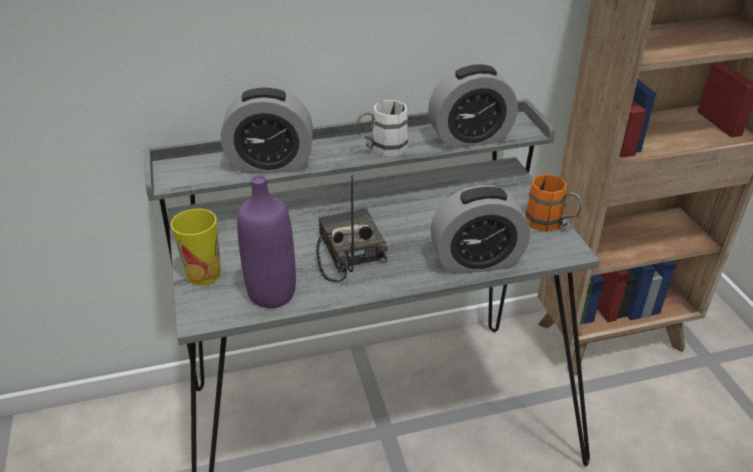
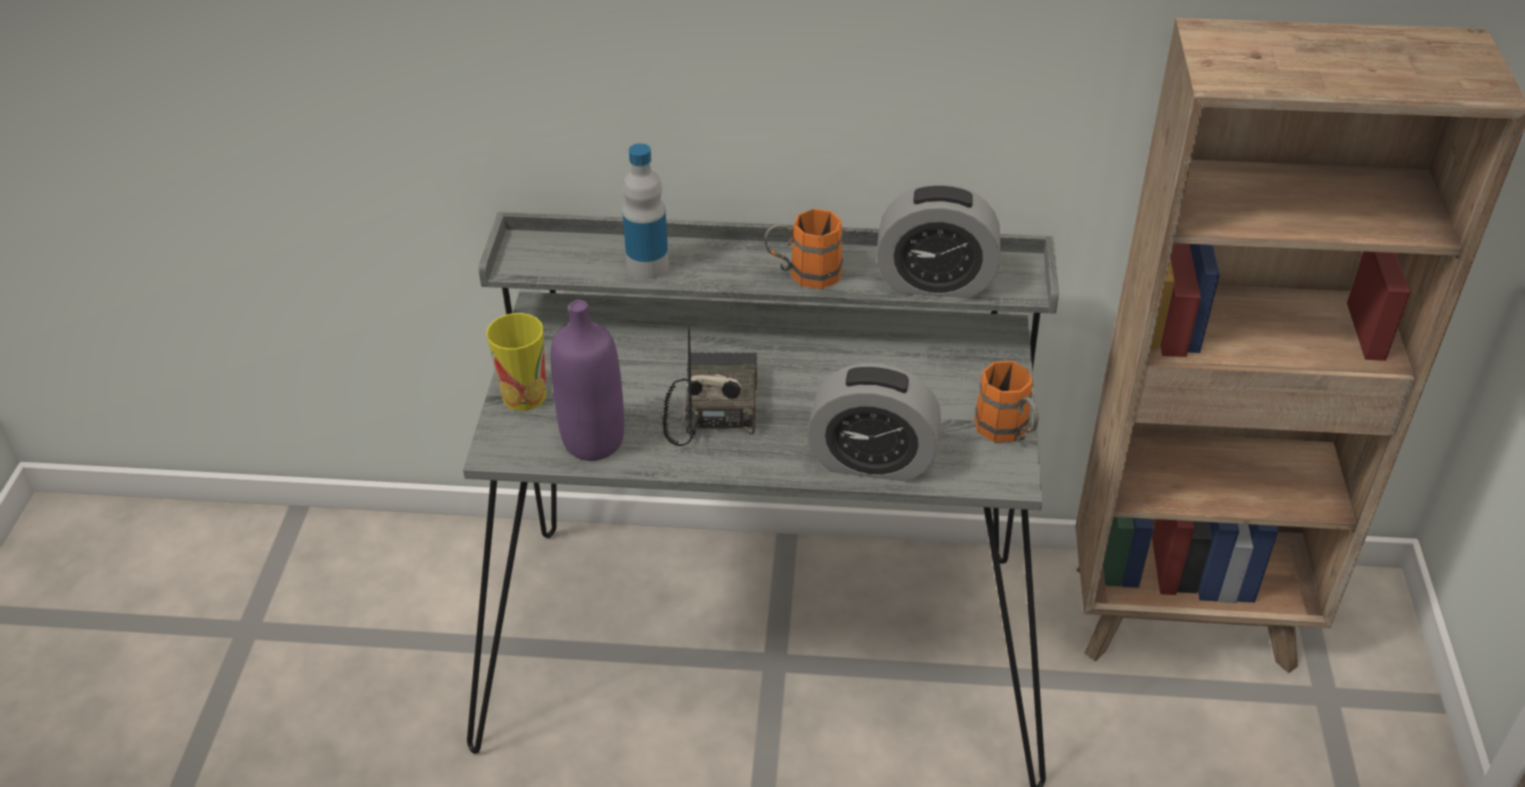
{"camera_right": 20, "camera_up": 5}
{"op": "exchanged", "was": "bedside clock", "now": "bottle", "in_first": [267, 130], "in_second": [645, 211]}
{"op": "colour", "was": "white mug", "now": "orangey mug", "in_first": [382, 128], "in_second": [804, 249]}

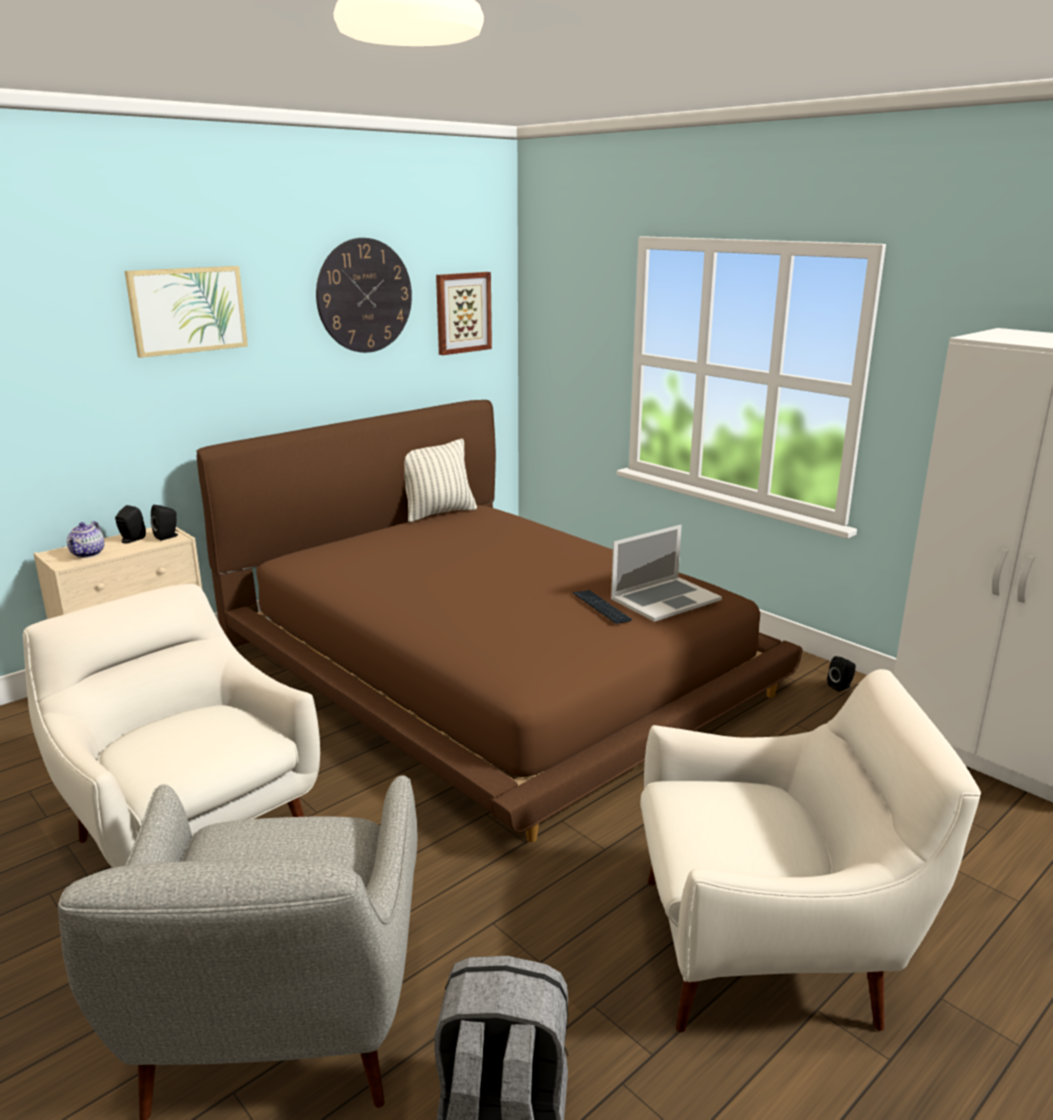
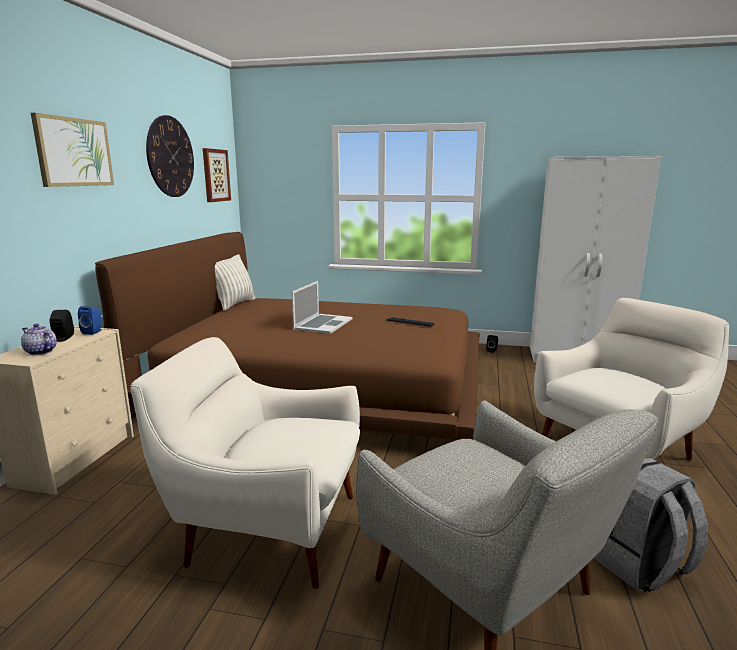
{"camera_right": -35, "camera_up": -5}
{"op": "colour", "was": "black-coloured loudspeaker", "now": "bluish loudspeaker", "in_first": [164, 523], "in_second": [90, 320]}
{"op": "spun", "was": "pot for tea", "in_first": [86, 539], "in_second": [39, 339], "clockwise": 150}
{"op": "relocated", "was": "portable computer", "in_first": [666, 573], "in_second": [322, 307]}

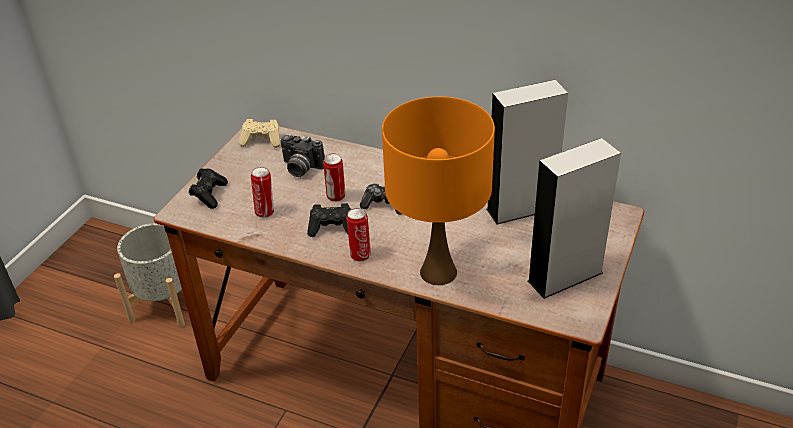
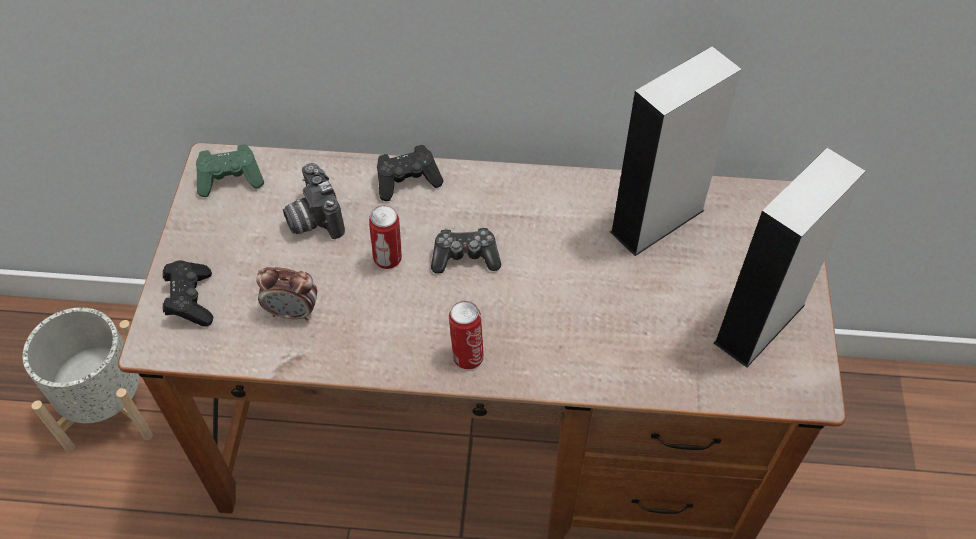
{"camera_right": -20, "camera_up": 15}
{"op": "missing", "was": "orangey tabletop lamp", "in_first": [438, 191]}
{"op": "colour", "was": "beige-coloured joypad", "now": "green joypad", "in_first": [259, 133], "in_second": [230, 170]}
{"op": "spun", "was": "photo camera", "in_first": [302, 155], "in_second": [314, 201], "clockwise": 60}
{"op": "exchanged", "was": "metal can", "now": "bedside clock", "in_first": [262, 192], "in_second": [286, 294]}
{"op": "relocated", "was": "black-coloured joypad", "in_first": [329, 220], "in_second": [410, 173]}

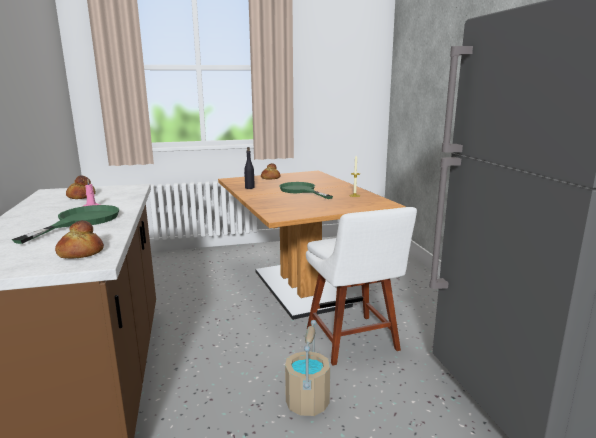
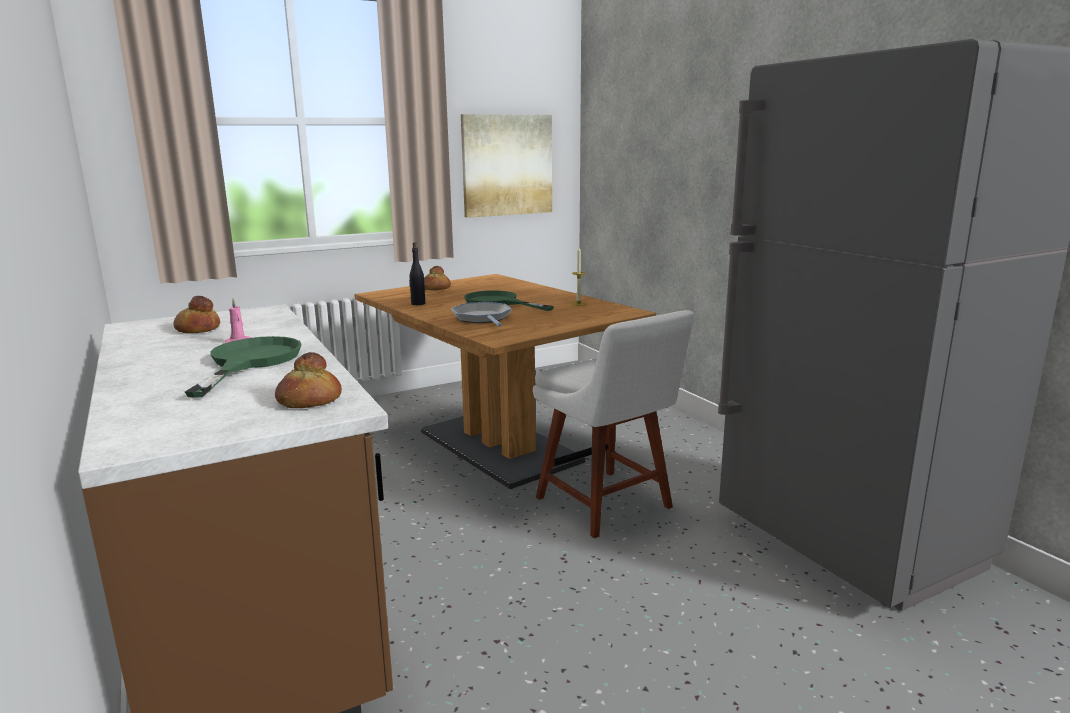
{"camera_right": -15, "camera_up": 0}
{"op": "missing", "was": "beige-coloured water bucket", "in_first": [307, 368]}
{"op": "appeared", "now": "wall art", "in_second": [506, 166]}
{"op": "appeared", "now": "skillet", "in_second": [481, 314]}

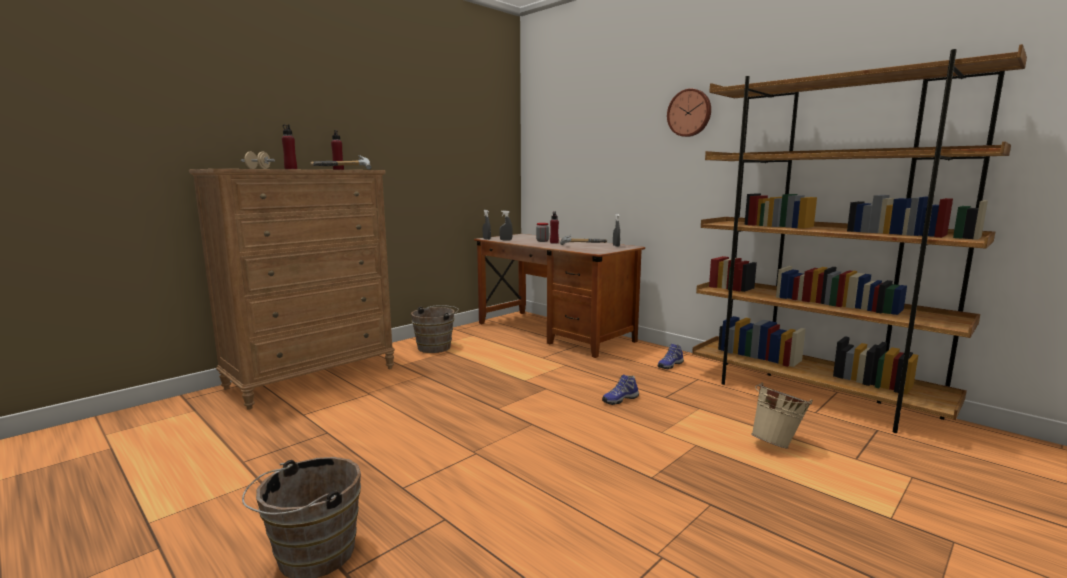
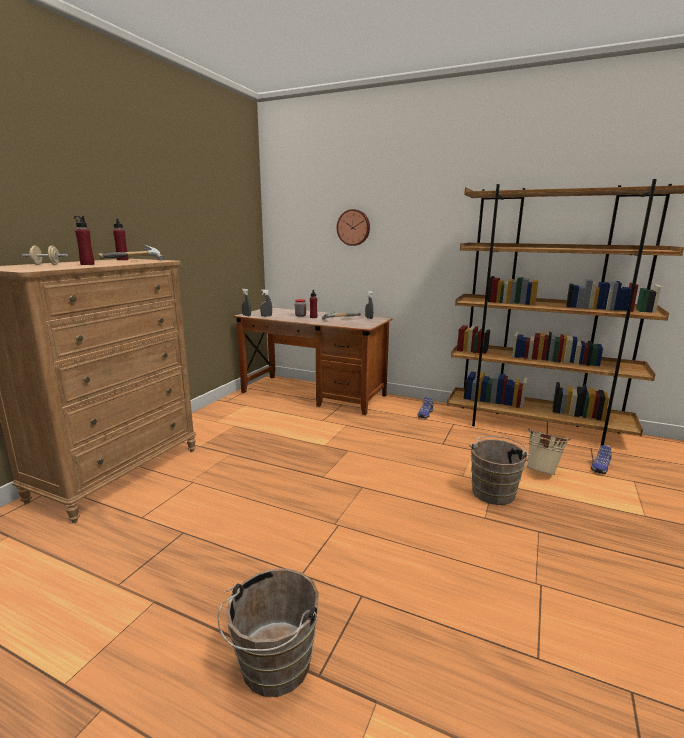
{"camera_right": -20, "camera_up": 5}
{"op": "relocated", "was": "hanging clock", "in_first": [689, 113], "in_second": [353, 227]}
{"op": "relocated", "was": "brown water bucket", "in_first": [435, 329], "in_second": [500, 470]}
{"op": "relocated", "was": "shoe", "in_first": [620, 389], "in_second": [601, 459]}

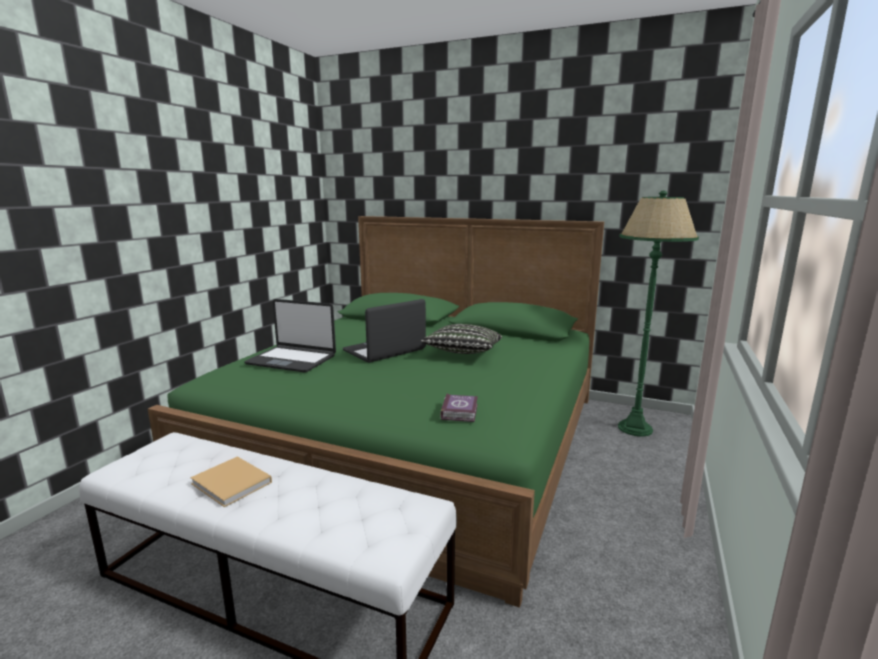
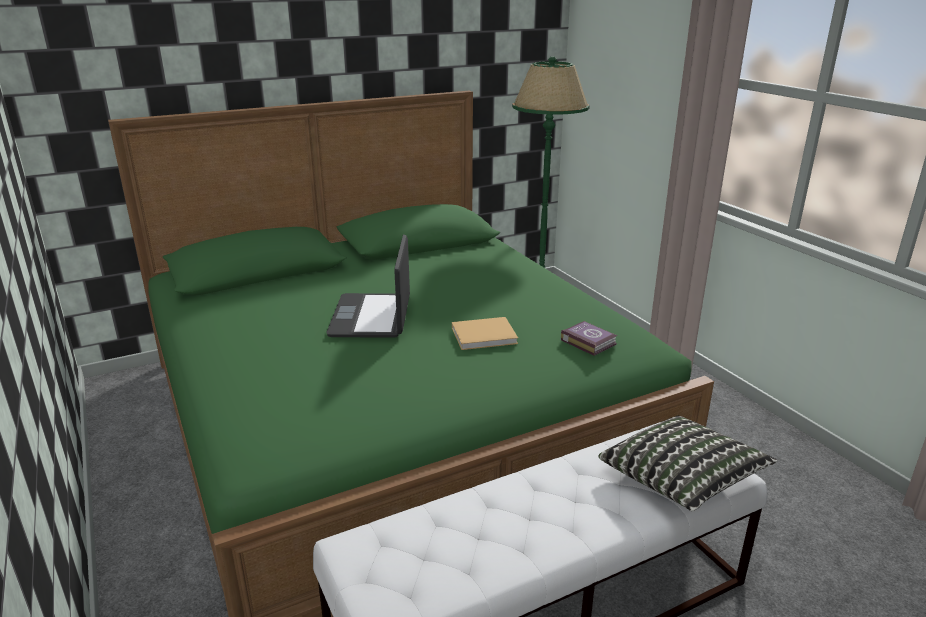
{"camera_right": -50, "camera_up": 10}
{"op": "missing", "was": "portable computer", "in_first": [290, 335]}
{"op": "relocated", "was": "pillow", "in_first": [461, 339], "in_second": [688, 463]}
{"op": "relocated", "was": "beige-coloured book", "in_first": [231, 481], "in_second": [485, 333]}

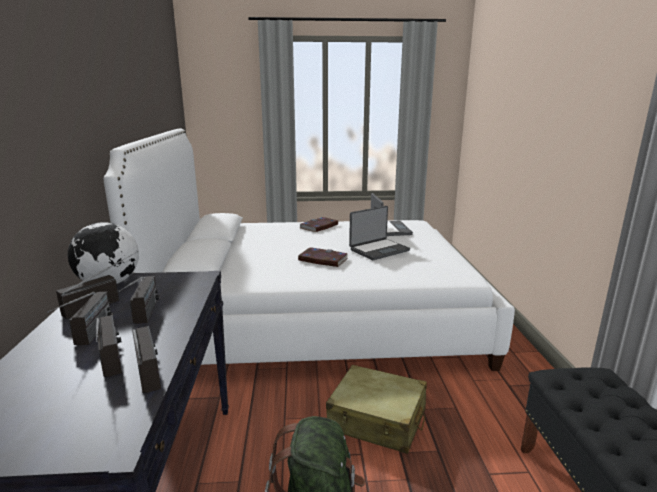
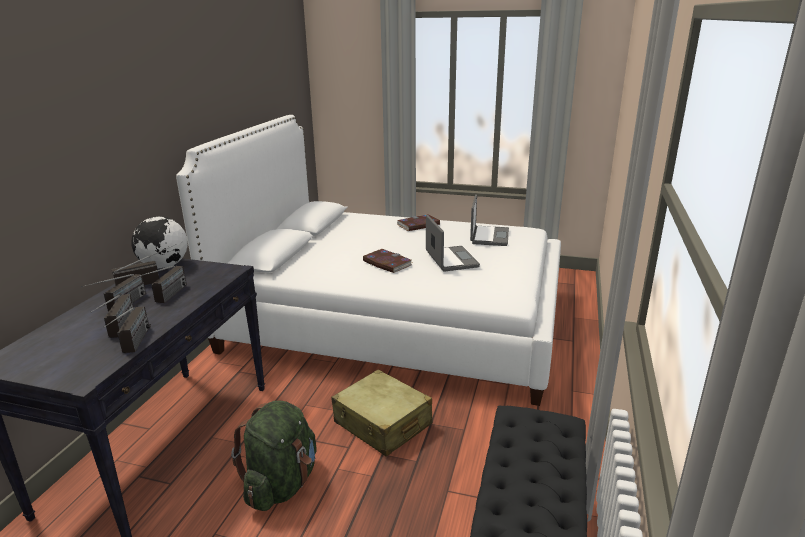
{"camera_right": 20, "camera_up": 5}
{"op": "spun", "was": "portable computer", "in_first": [379, 233], "in_second": [453, 243], "clockwise": -90}

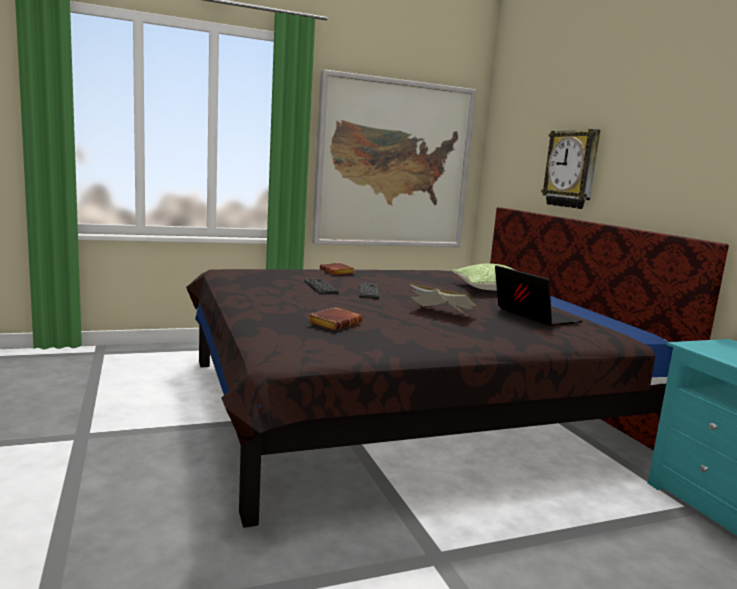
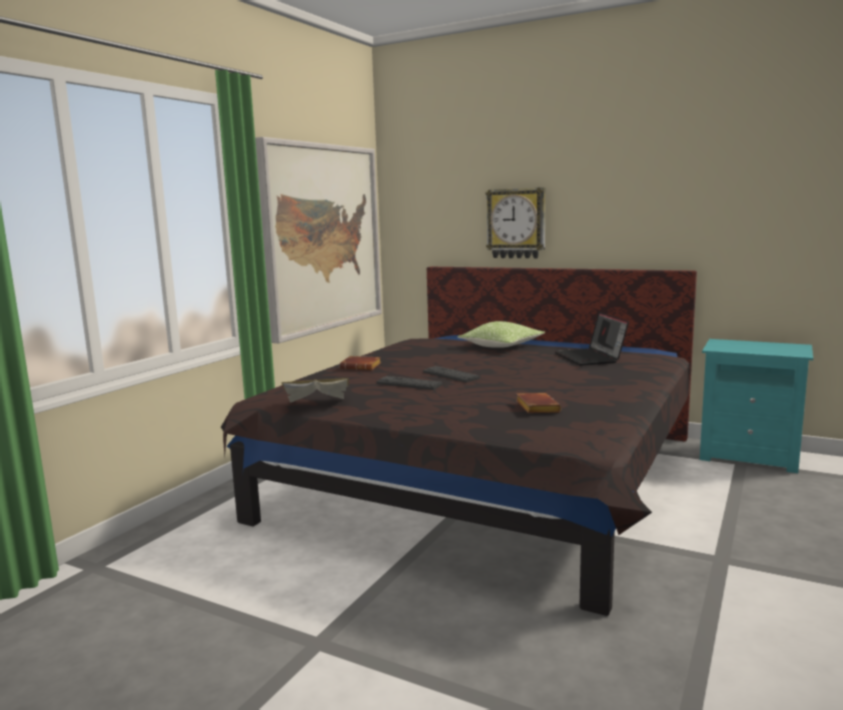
{"camera_right": -40, "camera_up": 0}
{"op": "spun", "was": "portable computer", "in_first": [539, 295], "in_second": [591, 339], "clockwise": -120}
{"op": "relocated", "was": "book", "in_first": [443, 299], "in_second": [315, 390]}

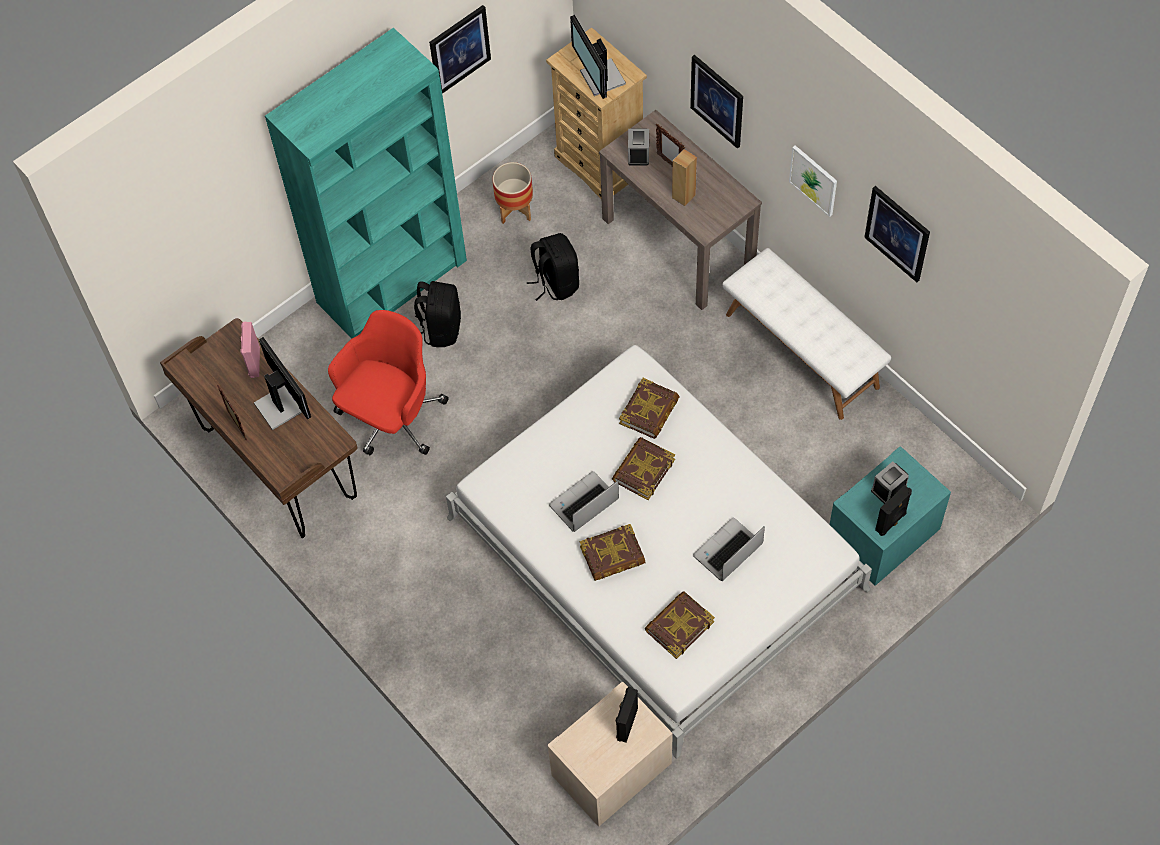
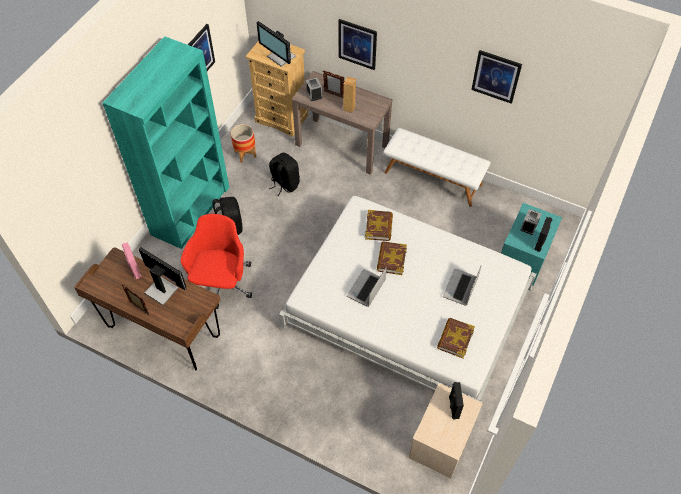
{"camera_right": -25, "camera_up": -5}
{"op": "missing", "was": "wall art", "in_first": [813, 181]}
{"op": "missing", "was": "book", "in_first": [613, 552]}

